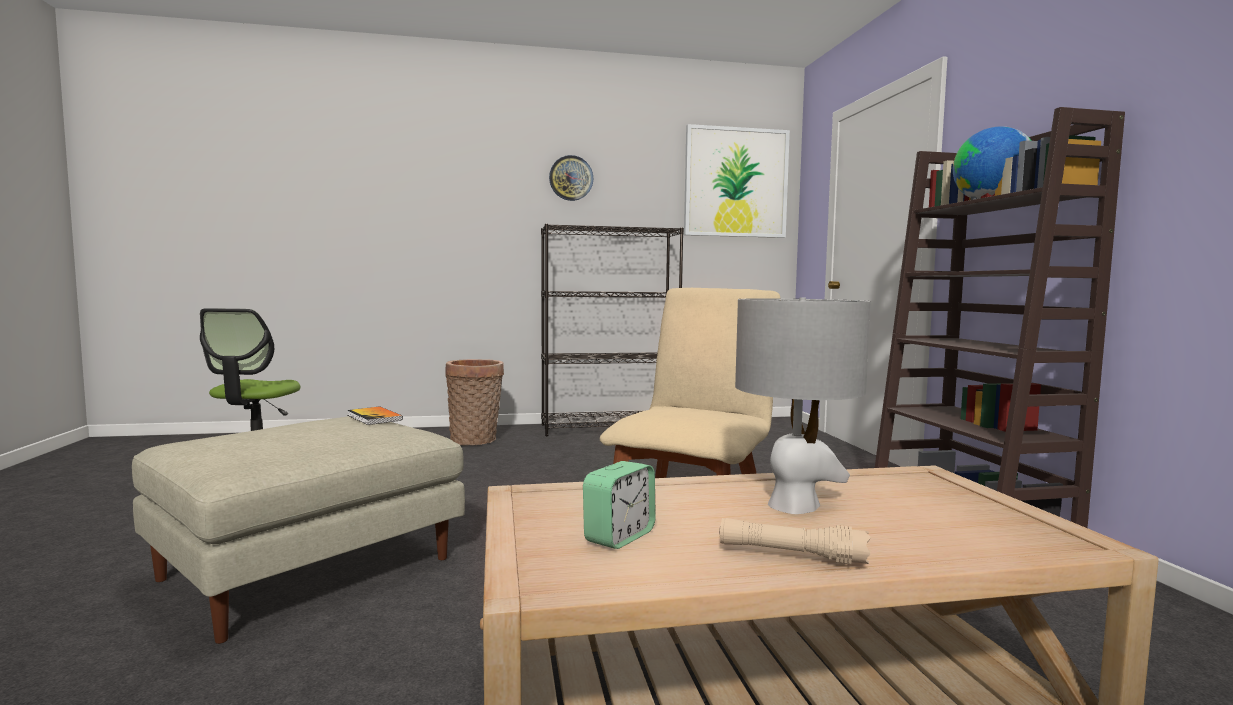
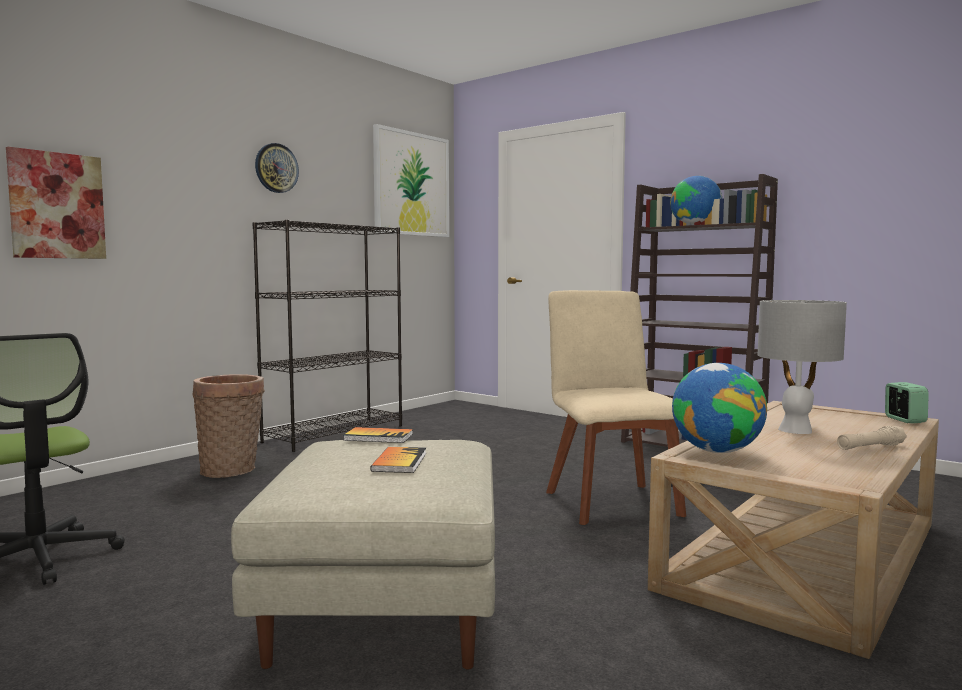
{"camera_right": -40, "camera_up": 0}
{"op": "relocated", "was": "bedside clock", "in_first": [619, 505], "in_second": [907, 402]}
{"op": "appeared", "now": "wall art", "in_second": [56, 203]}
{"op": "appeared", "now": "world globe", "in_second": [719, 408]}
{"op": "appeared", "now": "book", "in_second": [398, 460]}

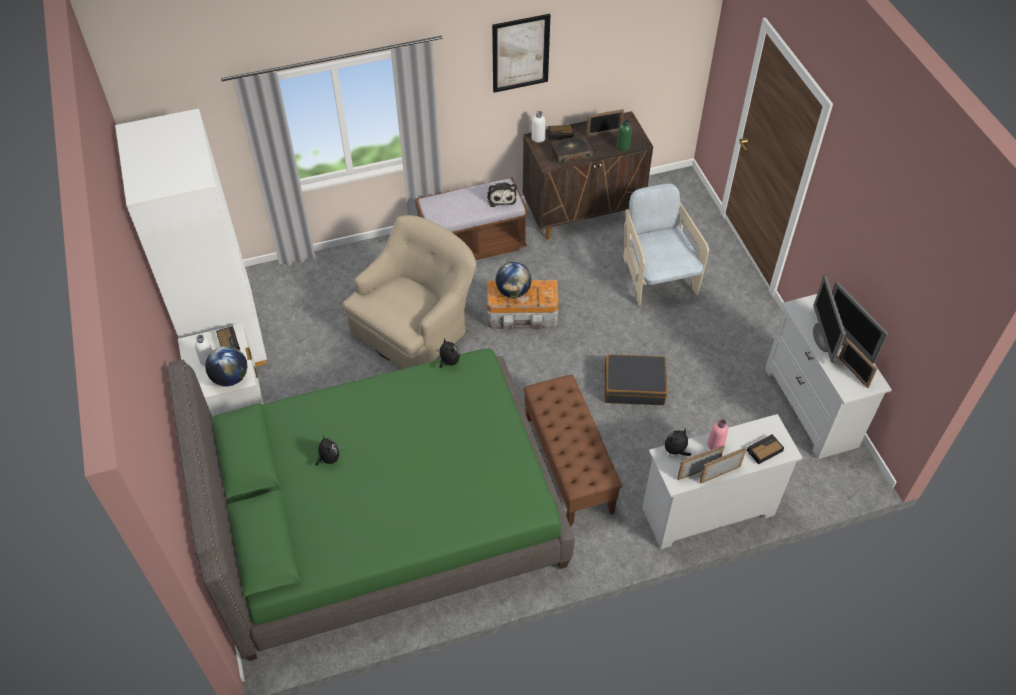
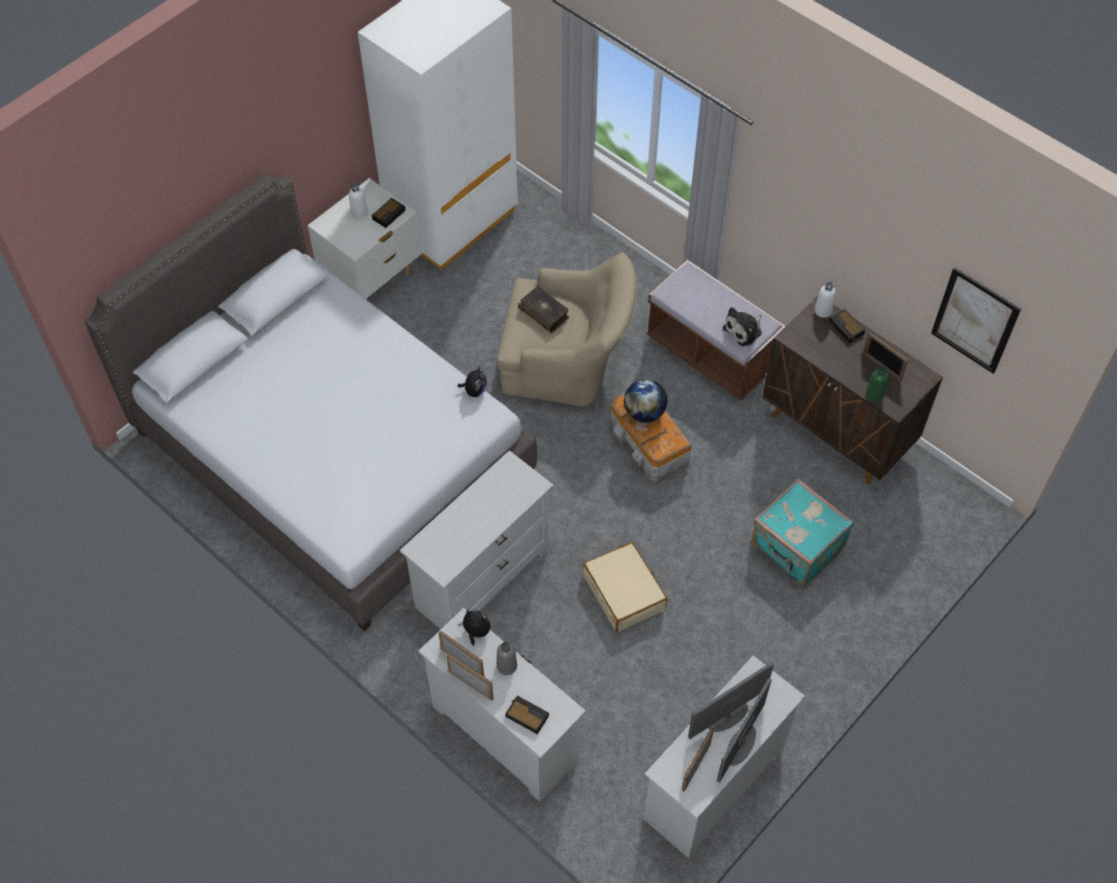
{"camera_right": 60, "camera_up": 5}
{"op": "relocated", "was": "wall art", "in_first": [521, 53], "in_second": [976, 320]}
{"op": "relocated", "was": "book", "in_first": [572, 149], "in_second": [543, 309]}
{"op": "exchanged", "was": "beige-coloured lounge chair", "now": "turquoise piece of luggage", "in_first": [666, 245], "in_second": [802, 533]}
{"op": "missing", "was": "world globe", "in_first": [226, 366]}
{"op": "colour", "was": "green bed", "now": "grey bed", "in_first": [370, 504], "in_second": [311, 402]}
{"op": "colour", "was": "black-coloured piece of luggage", "now": "beige-coloured piece of luggage", "in_first": [636, 379], "in_second": [625, 587]}
{"op": "exchanged", "was": "brown bench", "now": "white dresser", "in_first": [572, 450], "in_second": [477, 539]}
{"op": "colour", "was": "pinkish bottle", "now": "grey bottle", "in_first": [717, 434], "in_second": [507, 658]}
{"op": "missing", "was": "cuddly toy", "in_first": [327, 451]}

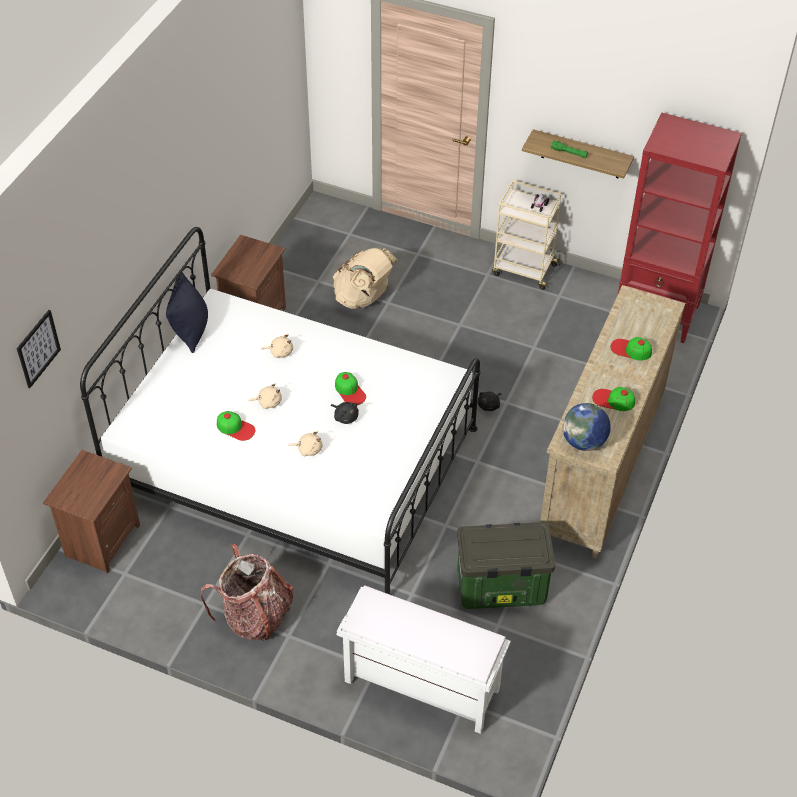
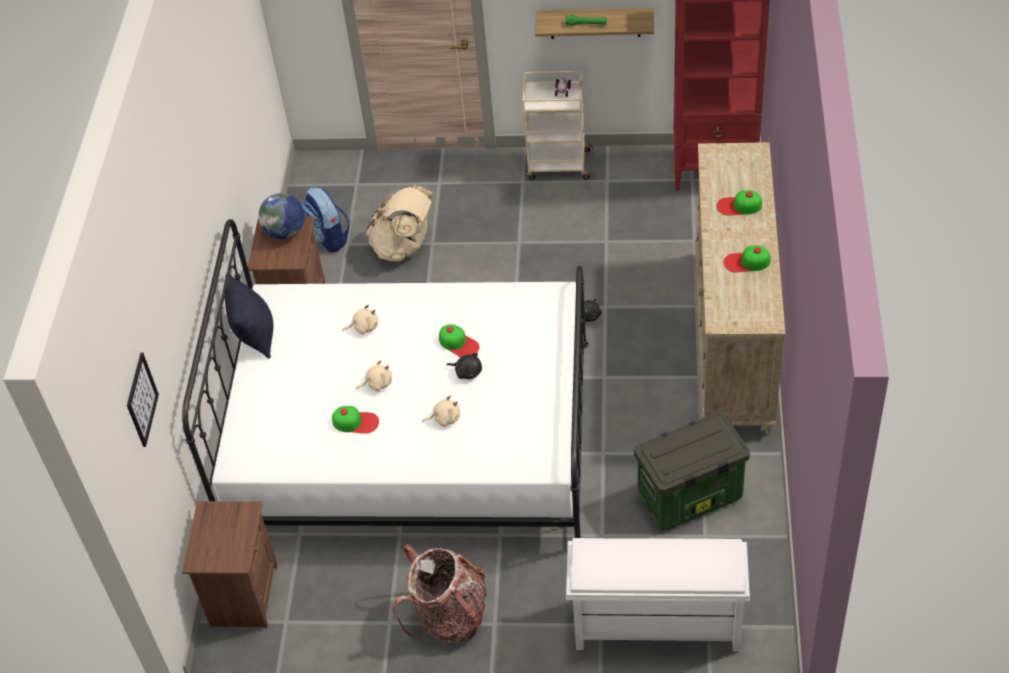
{"camera_right": -15, "camera_up": 0}
{"op": "relocated", "was": "world globe", "in_first": [586, 427], "in_second": [281, 216]}
{"op": "appeared", "now": "rucksack", "in_second": [326, 219]}

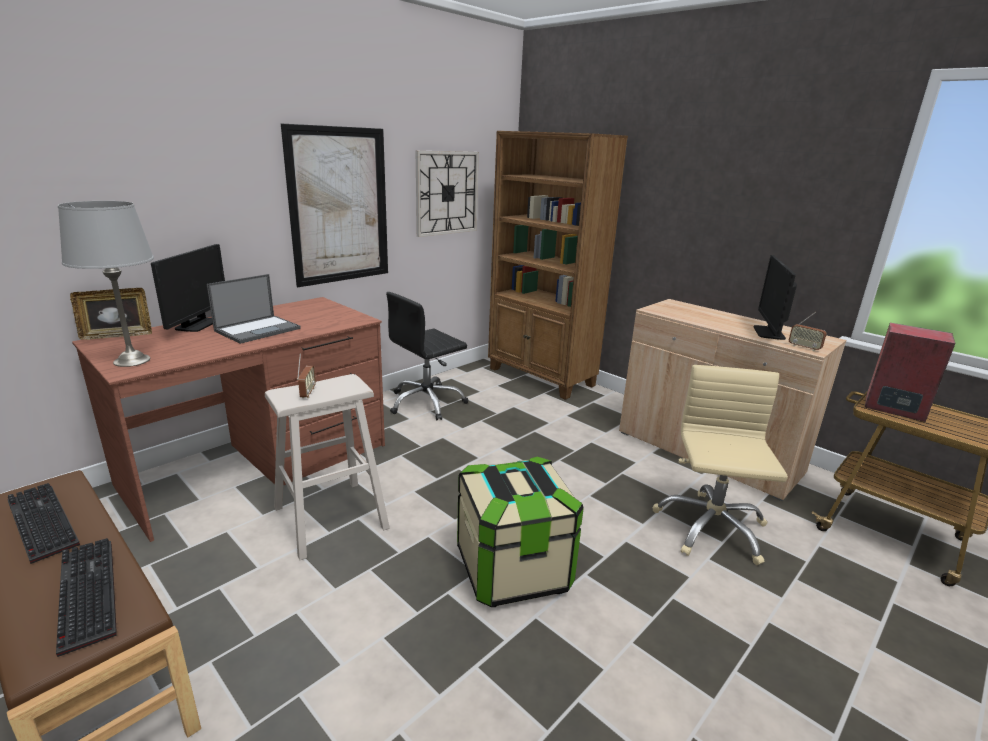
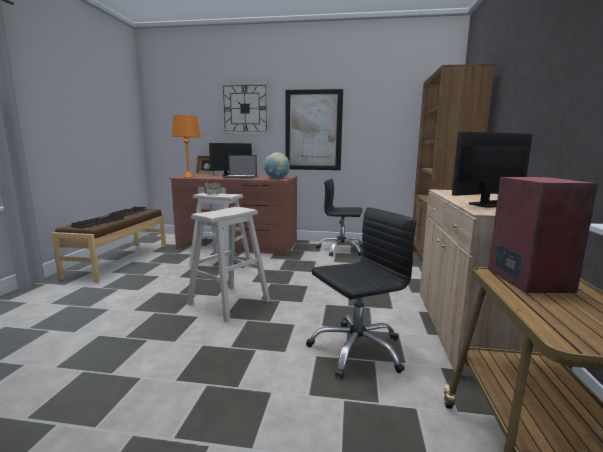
{"camera_right": 55, "camera_up": -10}
{"op": "relocated", "was": "hanging clock", "in_first": [447, 194], "in_second": [245, 108]}
{"op": "colour", "was": "grey tabletop lamp", "now": "orangey tabletop lamp", "in_first": [106, 284], "in_second": [186, 146]}
{"op": "missing", "was": "radio set", "in_first": [808, 331]}
{"op": "colour", "was": "beige-coloured computer chair", "now": "black-coloured computer chair", "in_first": [720, 465], "in_second": [361, 293]}
{"op": "exchanged", "was": "storage bin", "now": "beige-coloured sitting stool", "in_first": [520, 532], "in_second": [229, 264]}
{"op": "appeared", "now": "world globe", "in_second": [277, 165]}

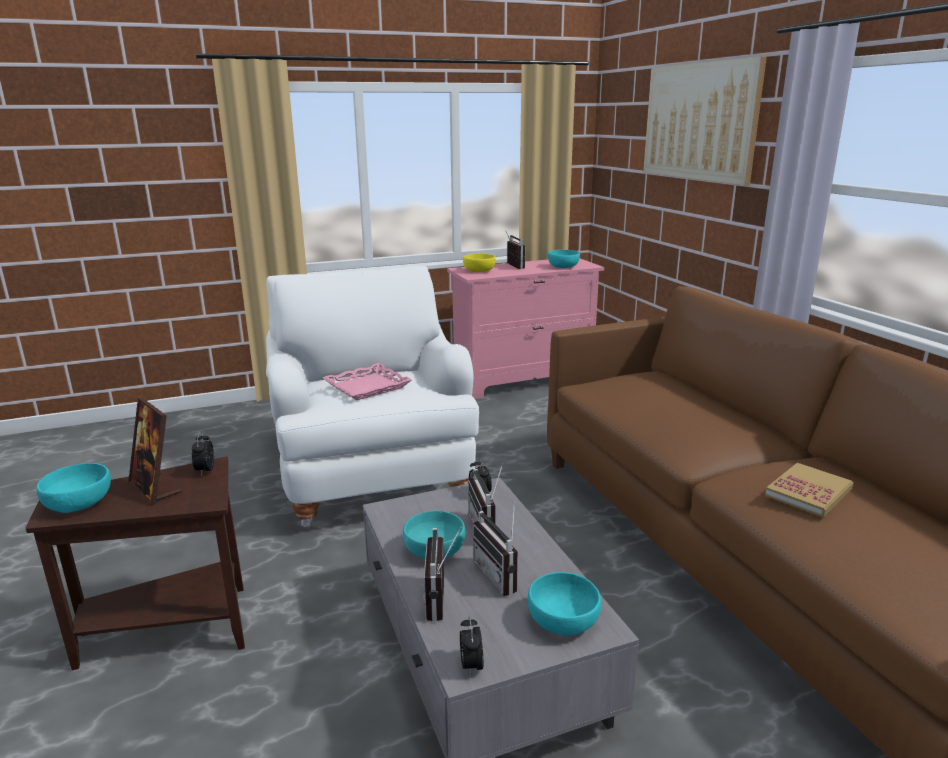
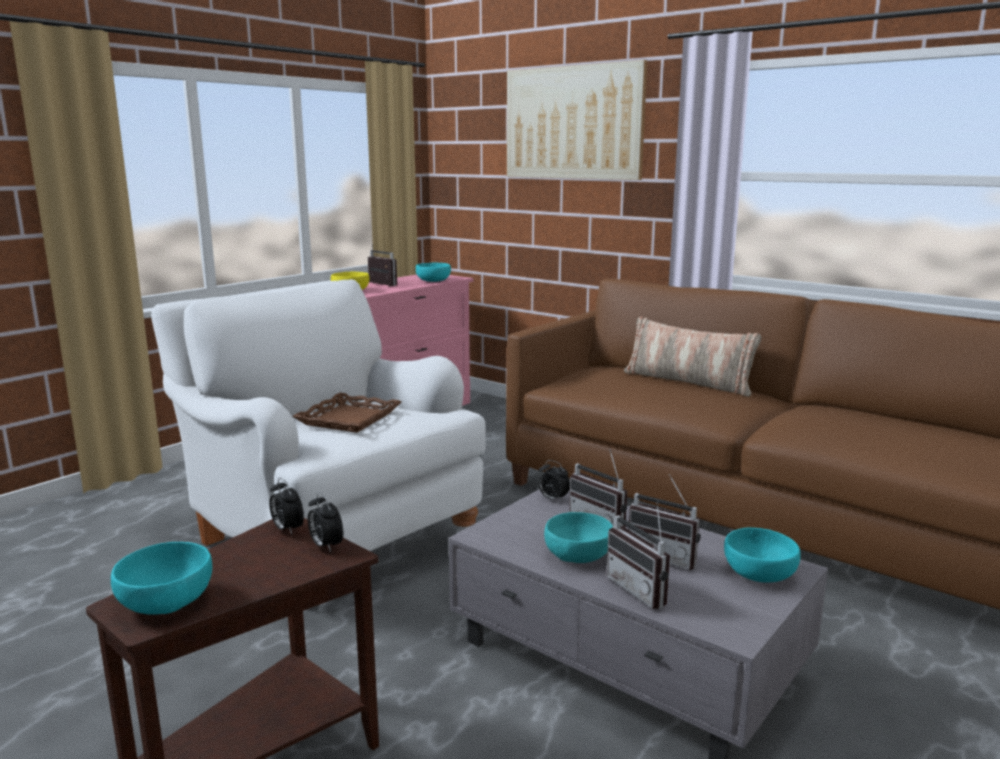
{"camera_right": -30, "camera_up": -5}
{"op": "colour", "was": "pinkish serving tray", "now": "brown serving tray", "in_first": [367, 382], "in_second": [347, 413]}
{"op": "missing", "was": "picture frame", "in_first": [154, 451]}
{"op": "missing", "was": "book", "in_first": [809, 490]}
{"op": "relocated", "was": "bedside clock", "in_first": [471, 647], "in_second": [325, 522]}
{"op": "appeared", "now": "pillow", "in_second": [692, 356]}

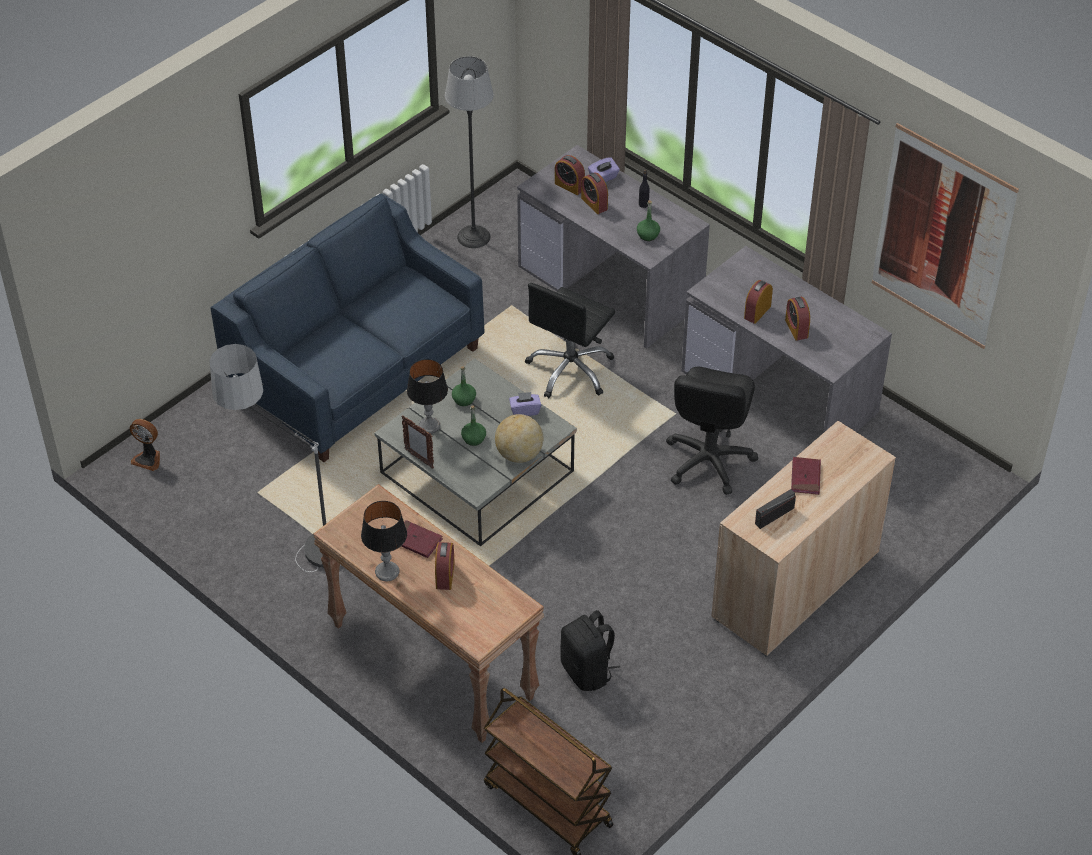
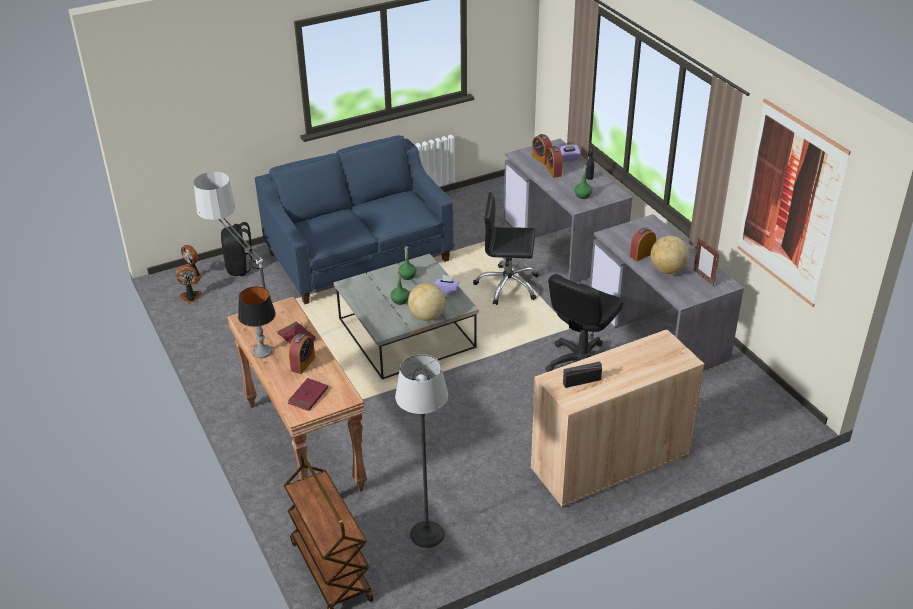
{"camera_right": 20, "camera_up": -10}
{"op": "relocated", "was": "standing lamp", "in_first": [469, 152], "in_second": [421, 451]}
{"op": "spun", "was": "black-coloured computer chair", "in_first": [570, 340], "in_second": [506, 248], "clockwise": 45}
{"op": "exchanged", "was": "bedside clock", "now": "world globe", "in_first": [797, 319], "in_second": [669, 255]}
{"op": "missing", "was": "tabletop lamp", "in_first": [427, 396]}
{"op": "relocated", "was": "picture frame", "in_first": [417, 441], "in_second": [707, 262]}
{"op": "relocated", "was": "red-coloured book", "in_first": [806, 476], "in_second": [308, 394]}
{"op": "relocated", "was": "black-coloured rucksack", "in_first": [590, 650], "in_second": [240, 249]}
{"op": "appeared", "now": "cooling fan", "in_second": [189, 284]}

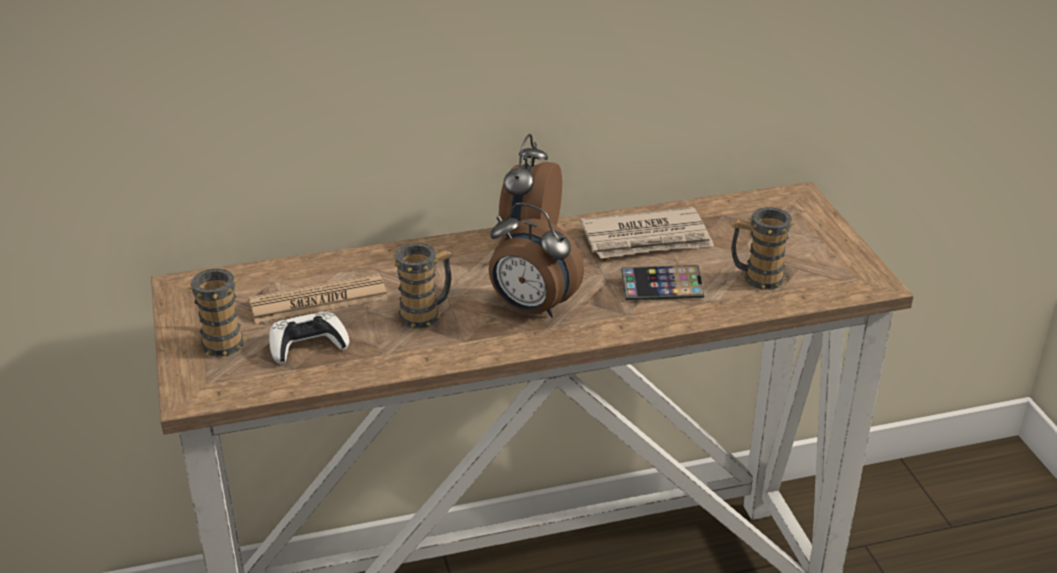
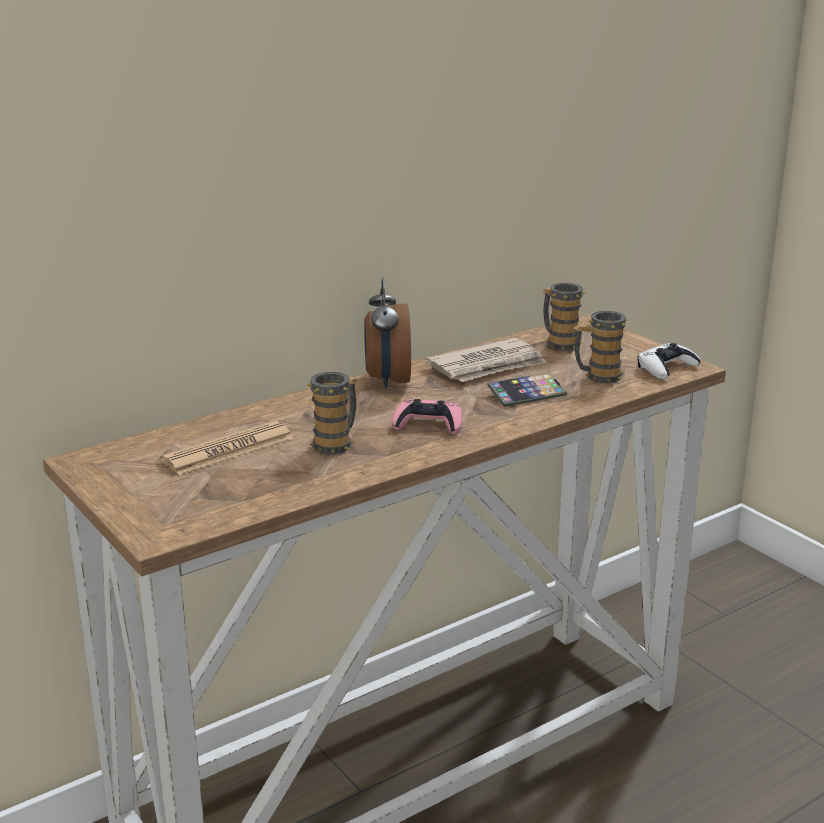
{"camera_right": -20, "camera_up": -10}
{"op": "exchanged", "was": "bedside clock", "now": "pinkish joypad", "in_first": [536, 260], "in_second": [427, 416]}
{"op": "relocated", "was": "mug", "in_first": [217, 312], "in_second": [564, 317]}
{"op": "relocated", "was": "white joypad", "in_first": [309, 337], "in_second": [669, 361]}

